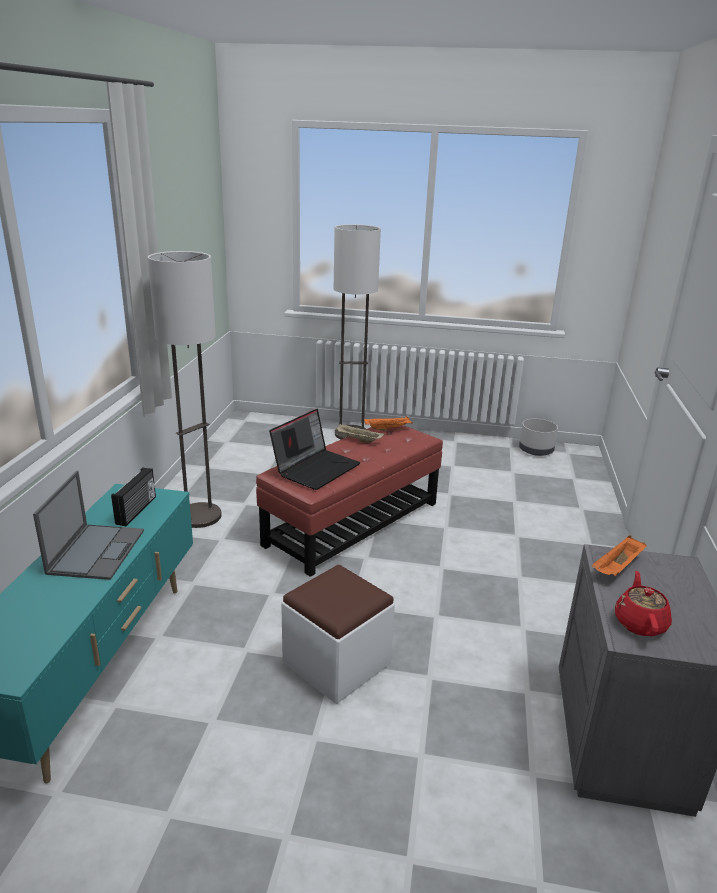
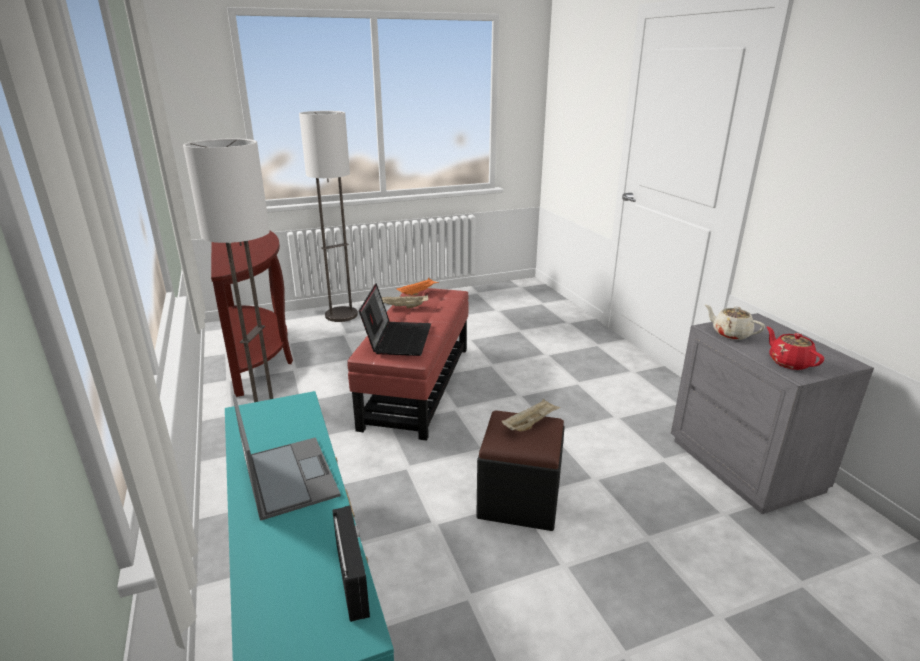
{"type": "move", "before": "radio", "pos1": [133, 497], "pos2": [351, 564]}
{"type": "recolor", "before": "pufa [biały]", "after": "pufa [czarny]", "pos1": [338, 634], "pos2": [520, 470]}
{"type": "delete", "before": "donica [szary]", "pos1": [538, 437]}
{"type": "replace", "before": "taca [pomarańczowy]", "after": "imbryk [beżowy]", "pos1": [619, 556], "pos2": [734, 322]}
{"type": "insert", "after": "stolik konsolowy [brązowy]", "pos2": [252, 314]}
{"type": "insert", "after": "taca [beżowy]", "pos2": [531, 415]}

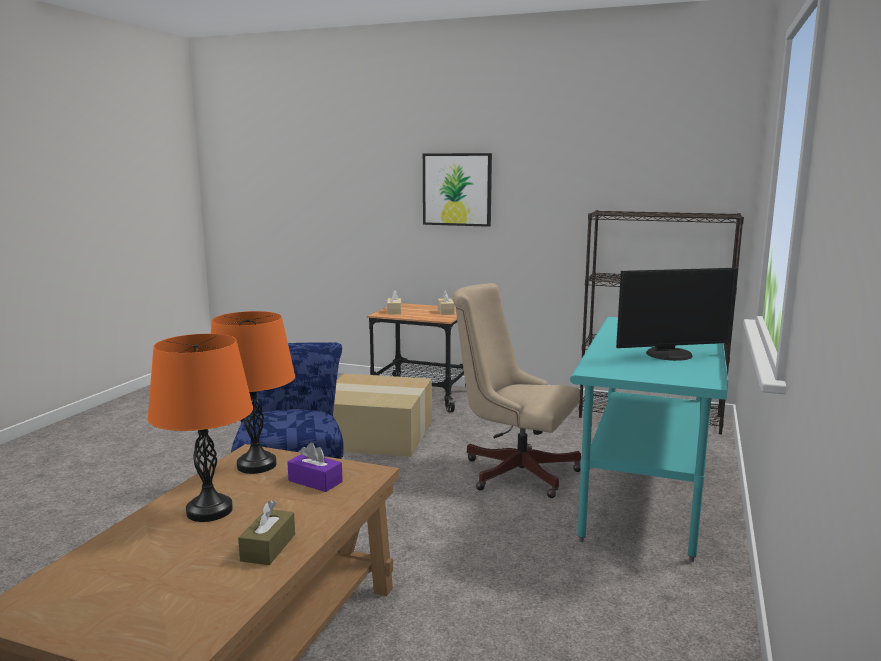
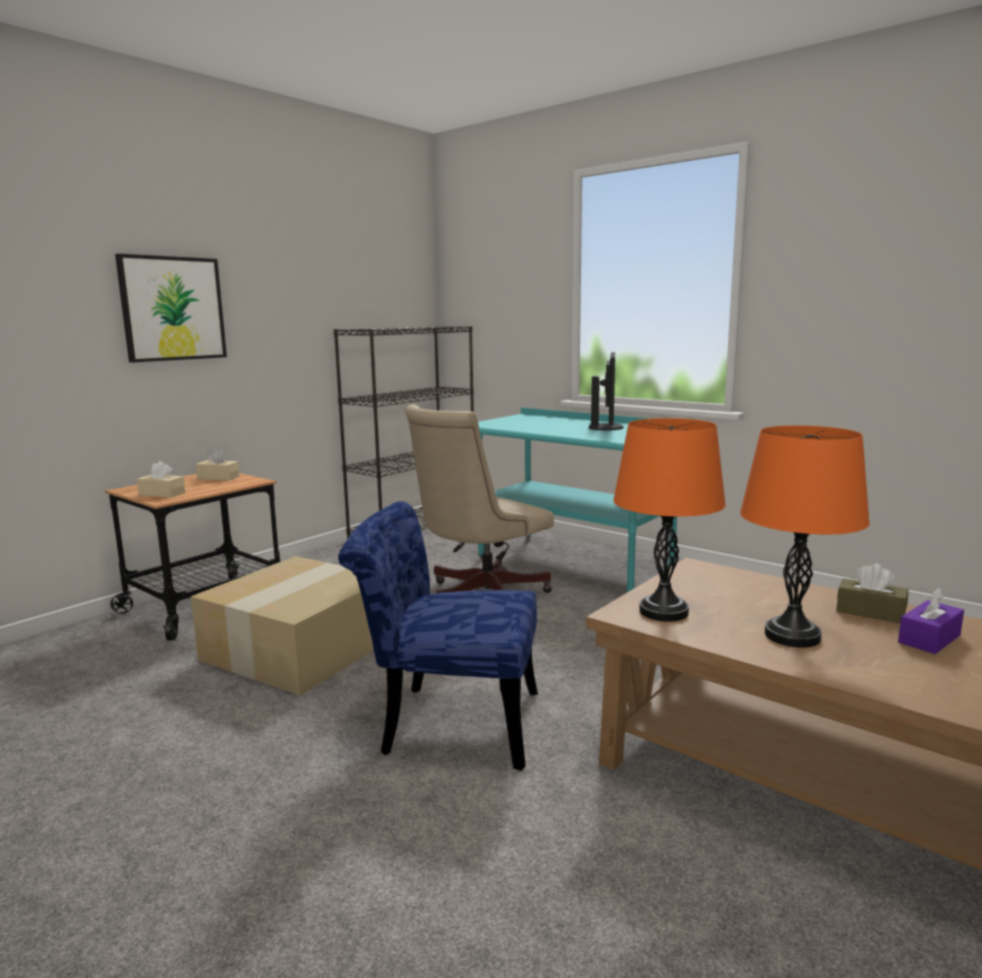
{"type": "move", "before": "pudełko chusteczek [fioletowy]", "pos1": [315, 467], "pos2": [931, 621]}

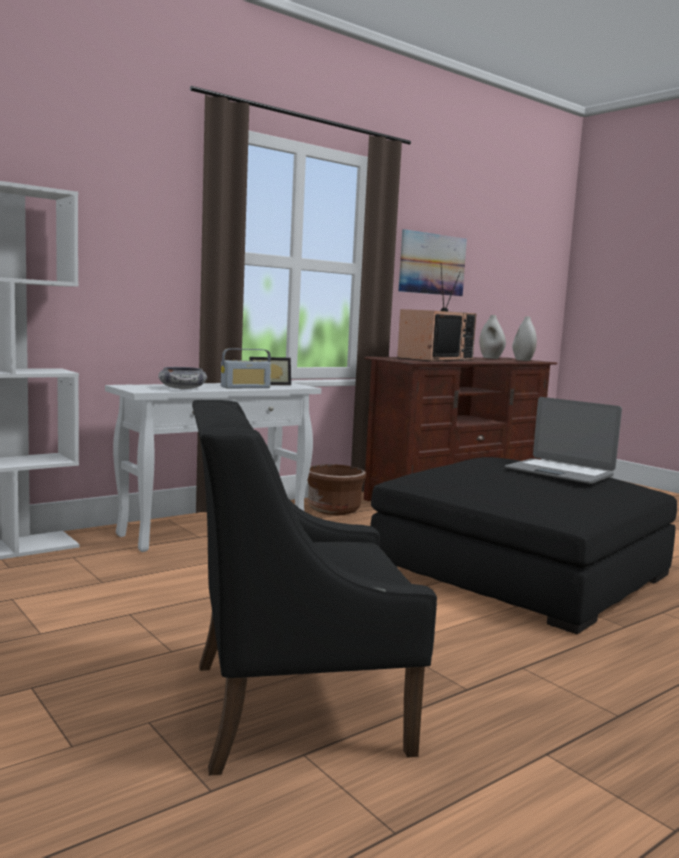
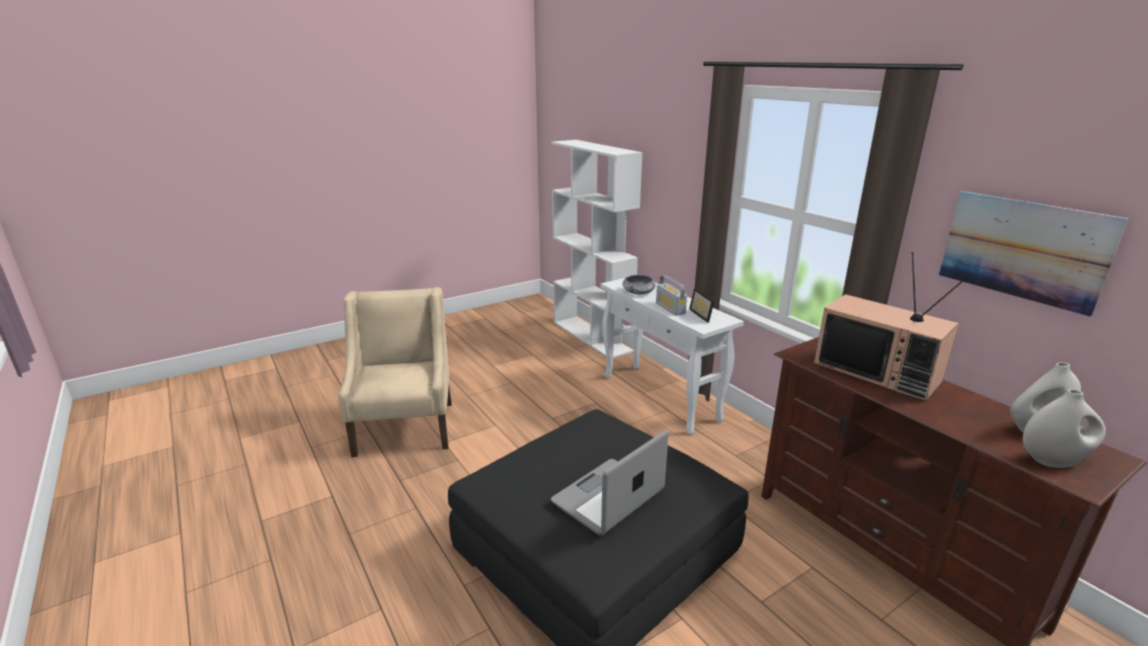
{"type": "recolor", "before": "fotel [czarny]", "after": "fotel [beżowy]", "pos1": [314, 588], "pos2": [395, 372]}
{"type": "delete", "before": "donica [brązowy]", "pos1": [336, 489]}

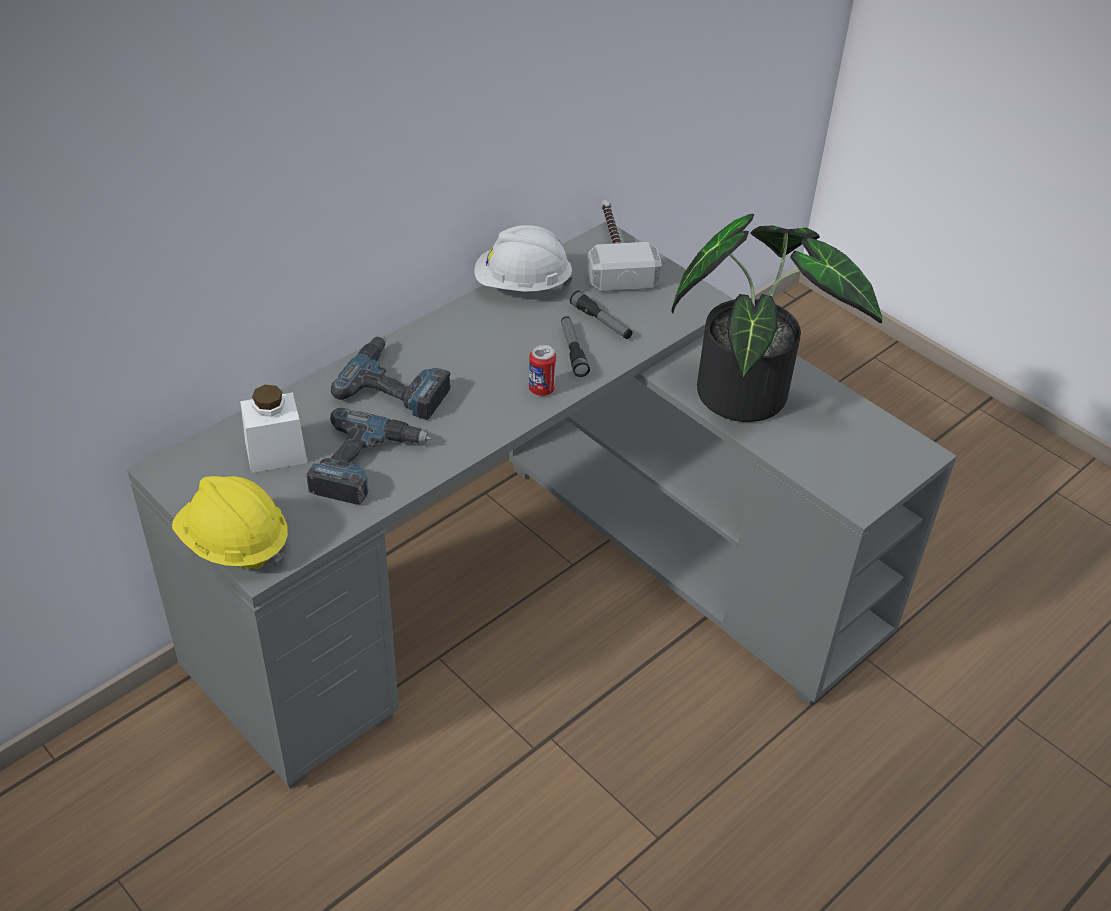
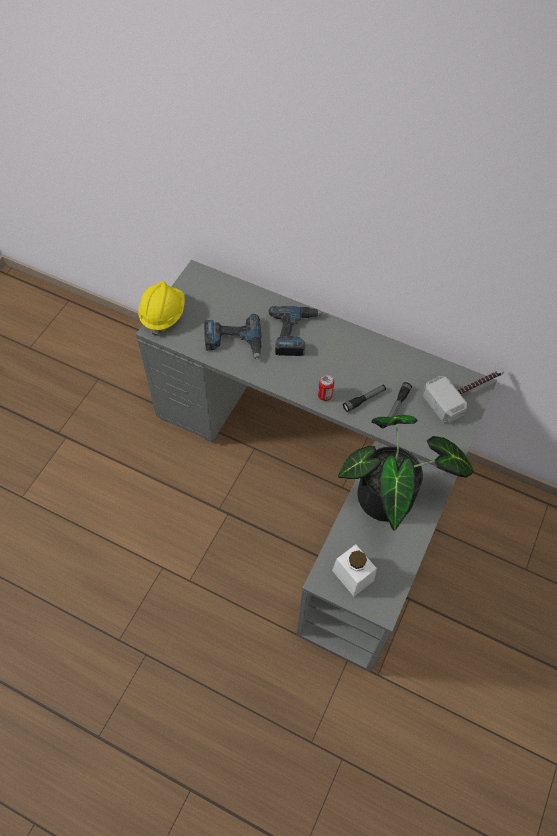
{"type": "move", "before": "słoik [biały]", "pos1": [274, 429], "pos2": [354, 570]}
{"type": "delete", "before": "kask [biały]", "pos1": [523, 258]}

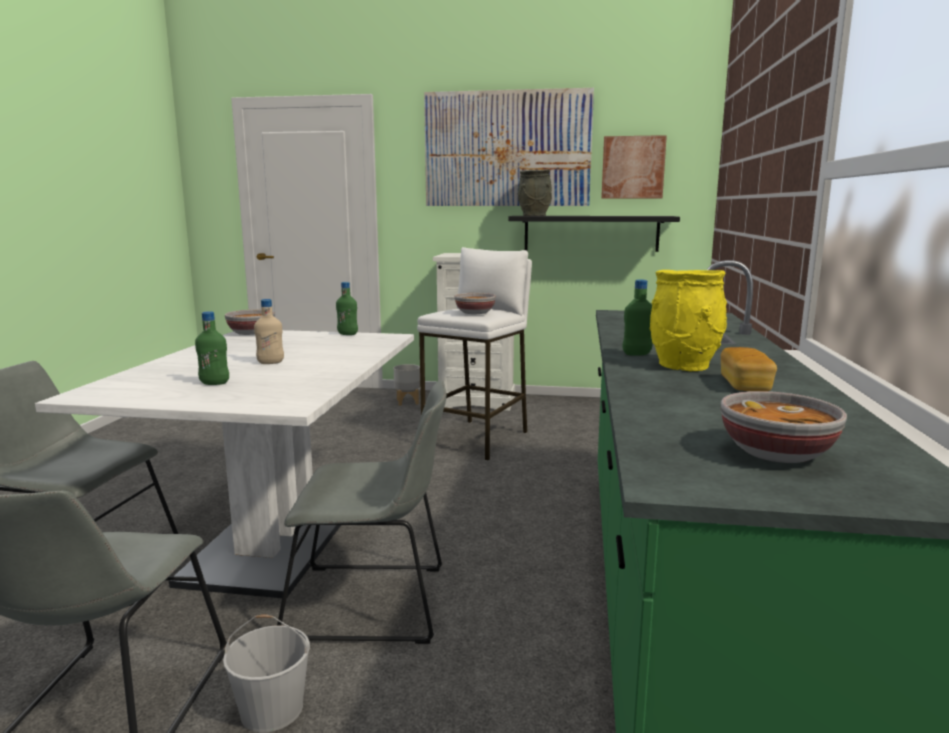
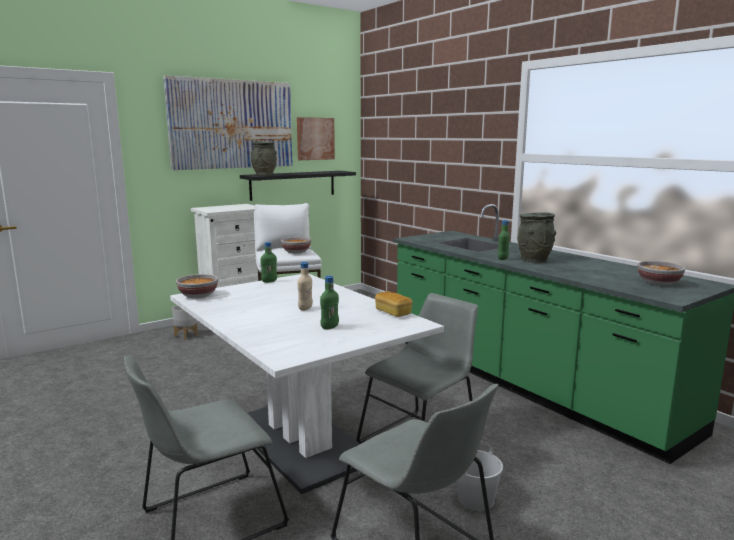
{"type": "recolor", "before": "wazon [żółty]", "after": "wazon [szary]", "pos1": [688, 320], "pos2": [536, 238]}
{"type": "move", "before": "chleb", "pos1": [749, 369], "pos2": [394, 304]}

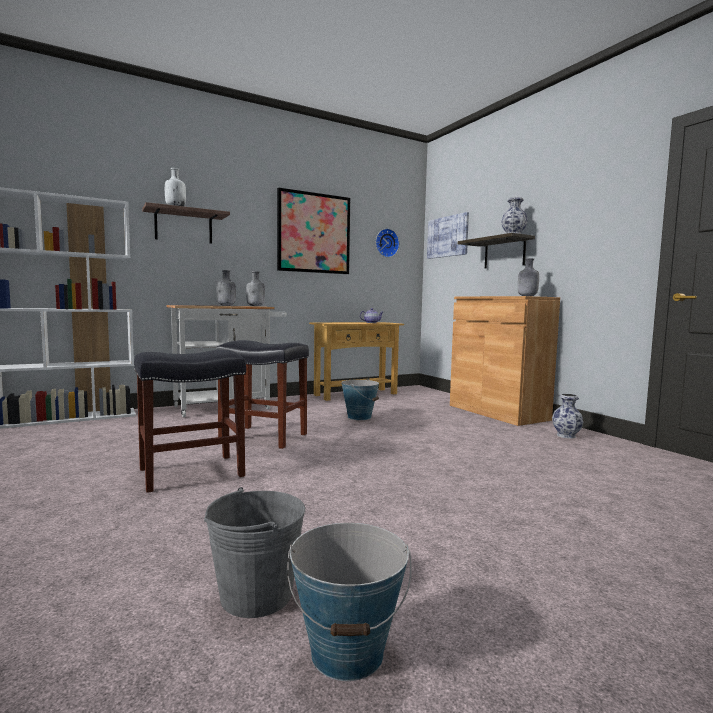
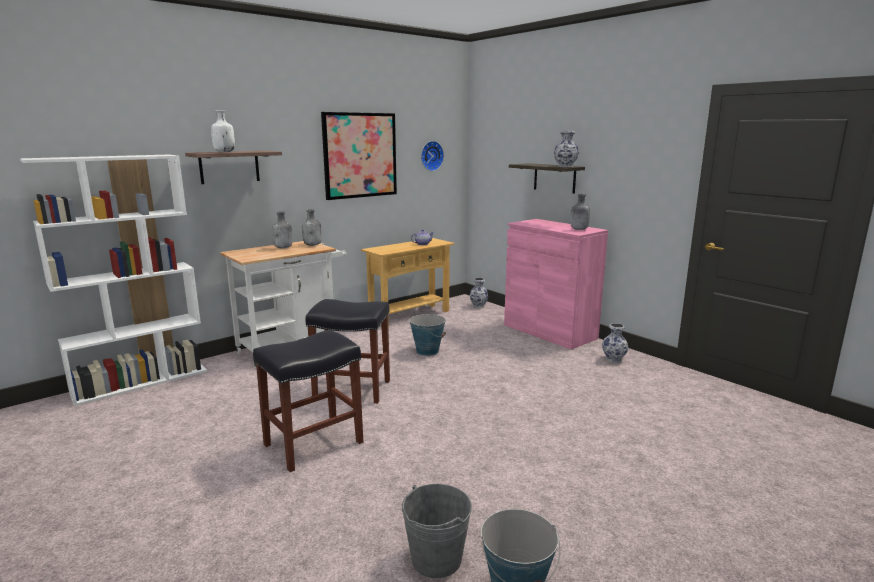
{"type": "delete", "before": "obraz", "pos1": [448, 235]}
{"type": "recolor", "before": "szafka [brązowy]", "after": "szafka [różowy]", "pos1": [505, 361], "pos2": [556, 284]}
{"type": "insert", "after": "wazon", "pos2": [479, 293]}

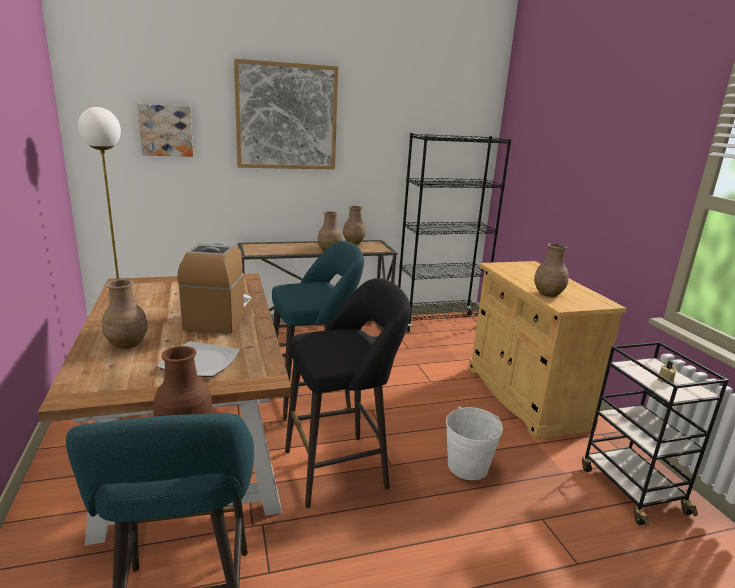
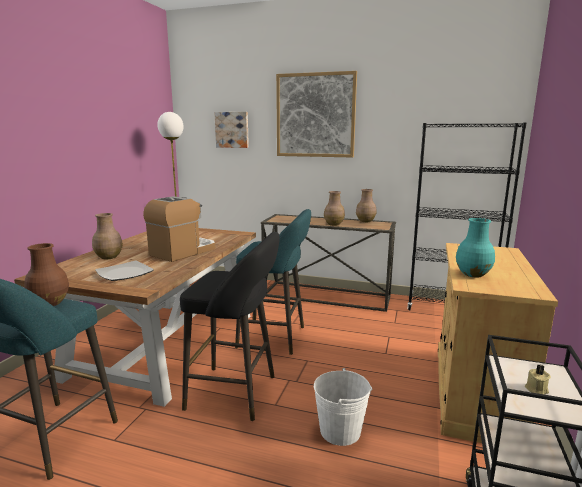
{"type": "recolor", "before": "wazon [brązowy]", "after": "wazon [turkusowy]", "pos1": [551, 270], "pos2": [475, 248]}

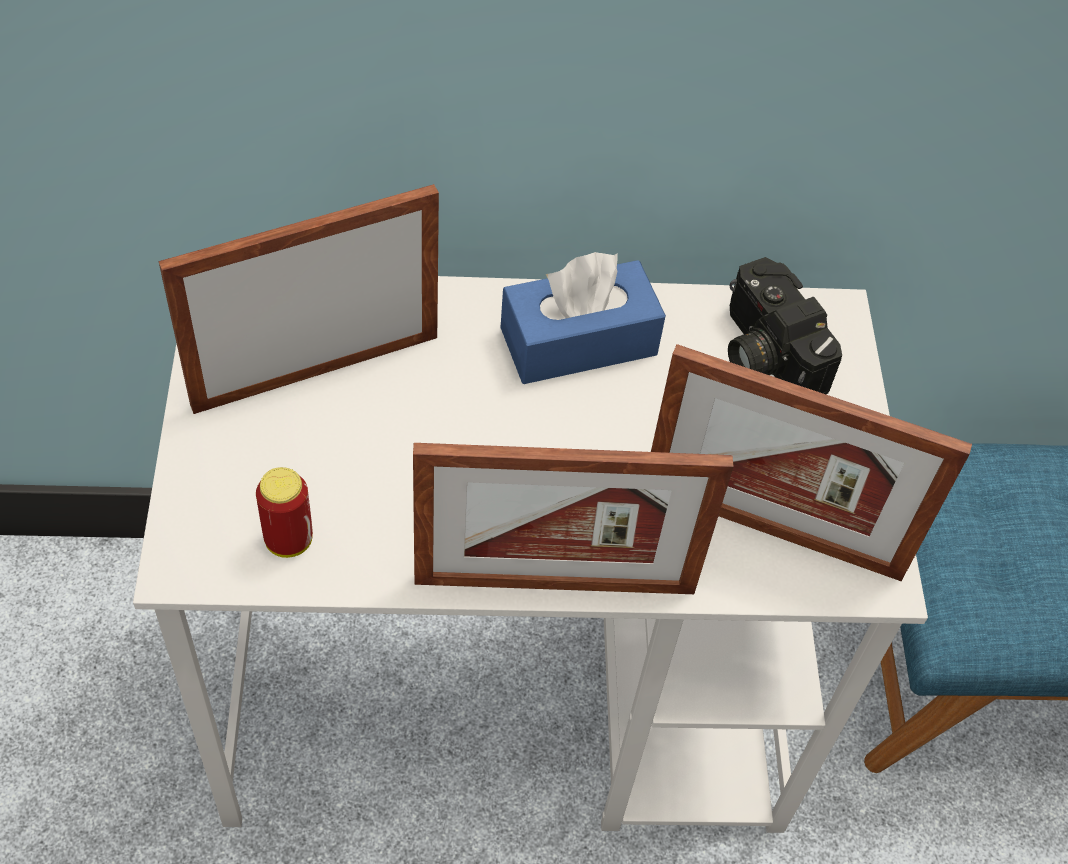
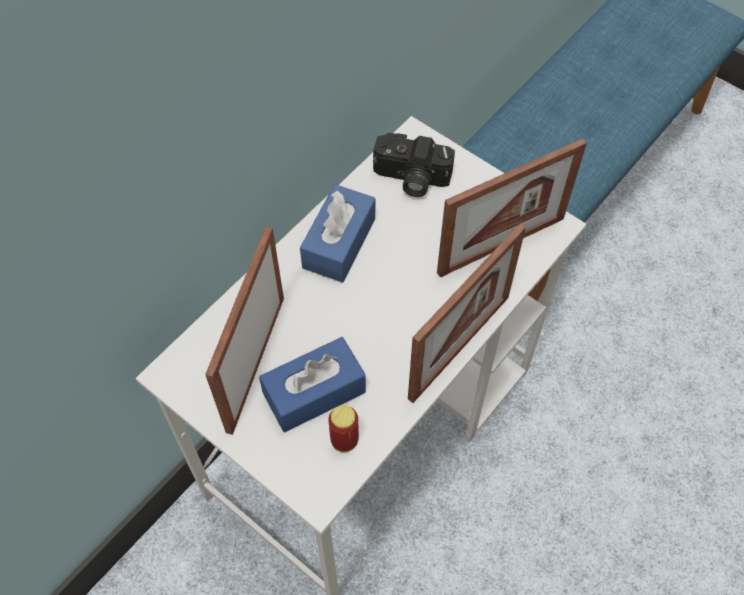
{"type": "insert", "after": "pudełko chusteczek [niebieski]", "pos2": [312, 384]}

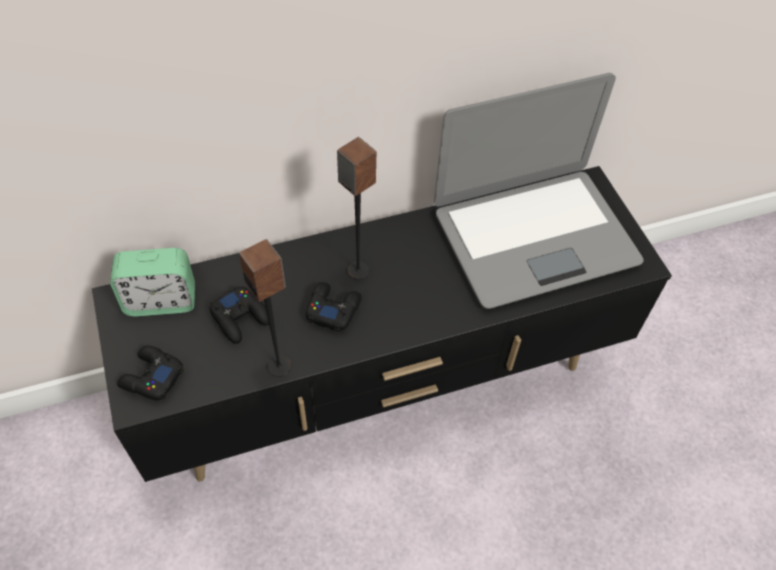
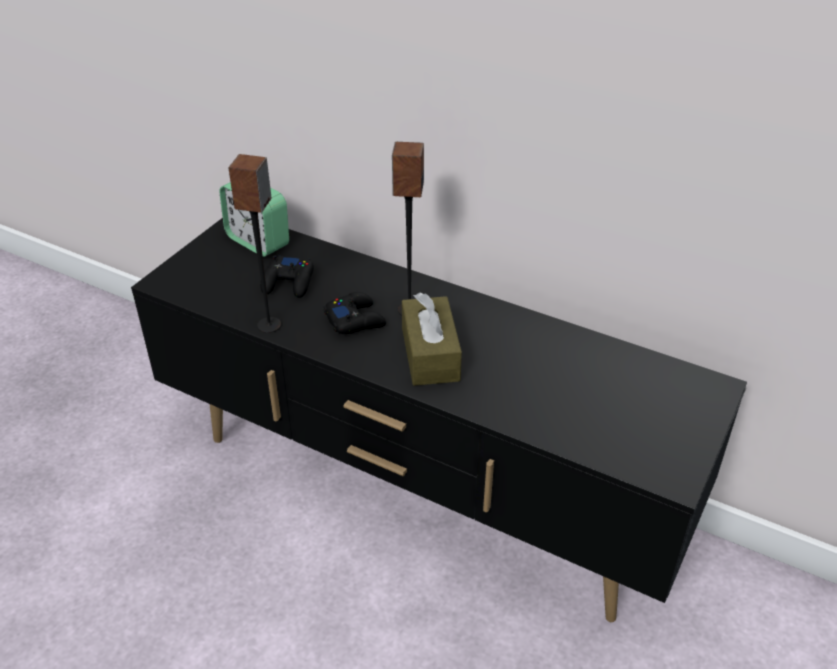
{"type": "delete", "before": "pad do gier [czarny]", "pos1": [150, 373]}
{"type": "delete", "before": "laptop", "pos1": [539, 191]}
{"type": "insert", "after": "pudełko chusteczek [brązowy]", "pos2": [432, 339]}

